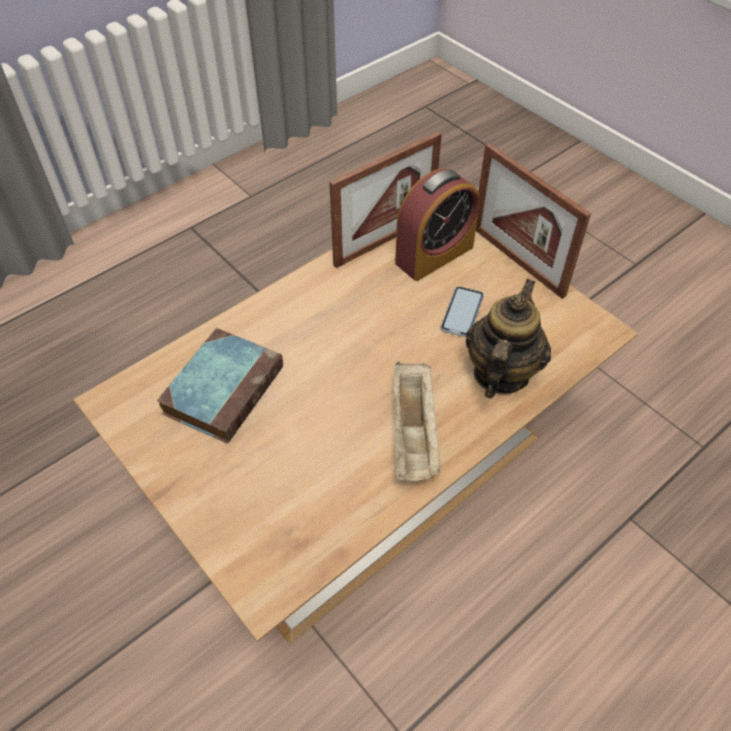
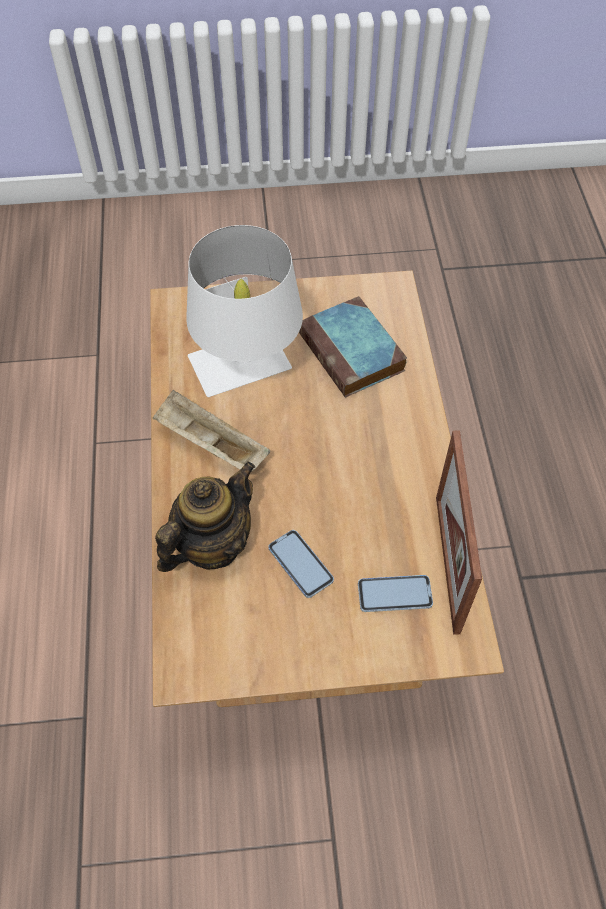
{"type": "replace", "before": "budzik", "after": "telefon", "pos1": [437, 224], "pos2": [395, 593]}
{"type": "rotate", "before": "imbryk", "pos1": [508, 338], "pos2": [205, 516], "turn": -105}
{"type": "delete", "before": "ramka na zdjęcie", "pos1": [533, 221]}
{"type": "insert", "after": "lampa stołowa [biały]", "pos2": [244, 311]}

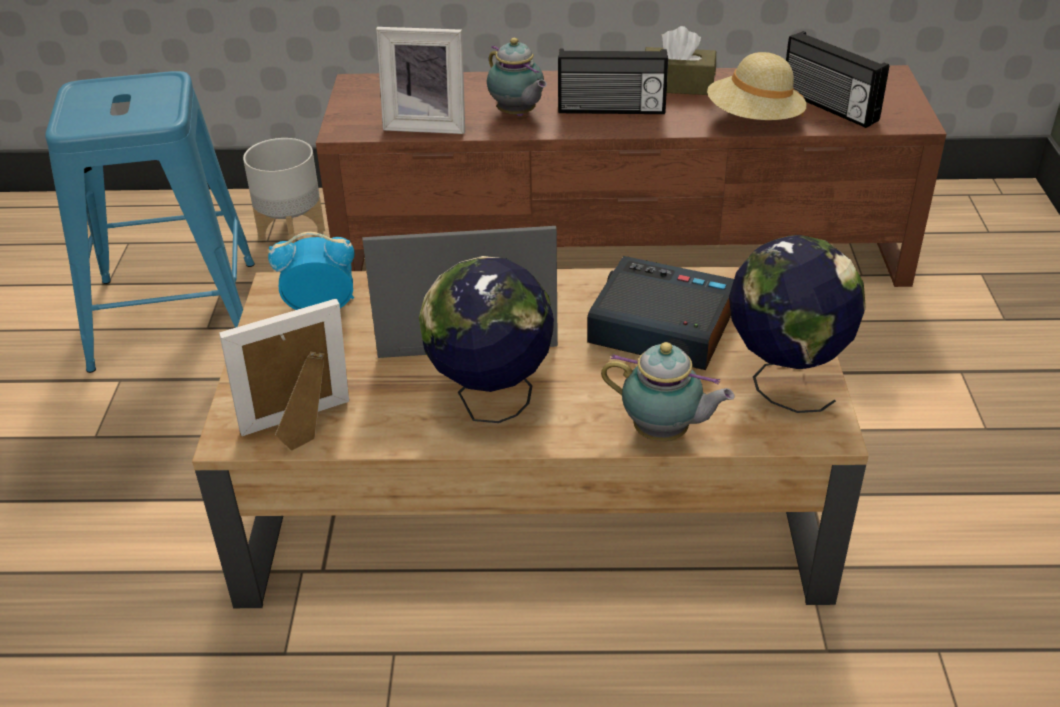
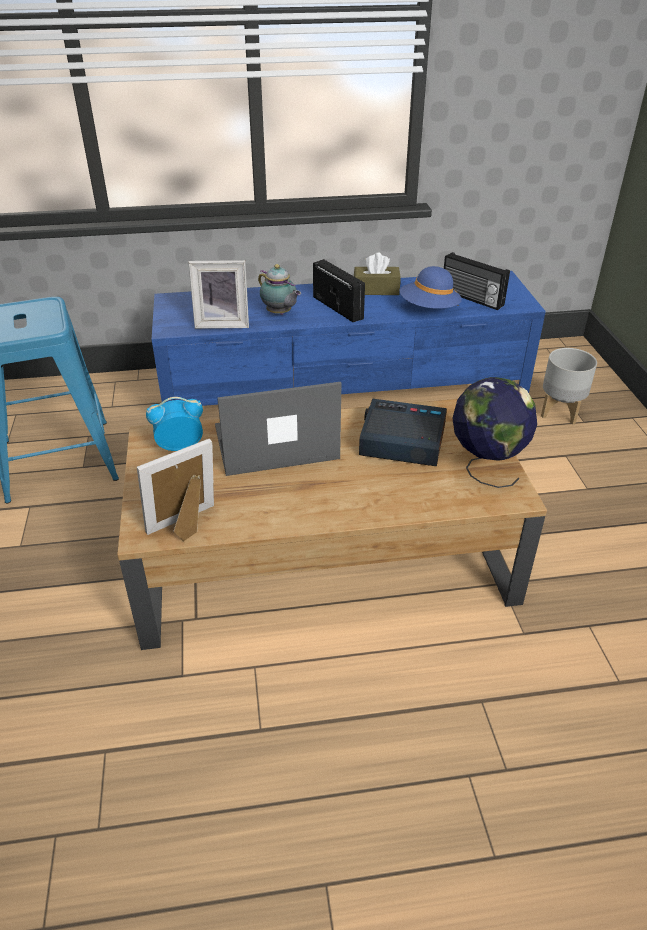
{"type": "move", "before": "donica [szary]", "pos1": [284, 190], "pos2": [569, 386]}
{"type": "recolor", "before": "szafka pod telewizor [brązowy]", "after": "szafka pod telewizor [niebieski]", "pos1": [631, 176], "pos2": [349, 338]}
{"type": "delete", "before": "globus", "pos1": [486, 339]}
{"type": "rotate", "before": "radio", "pos1": [613, 81], "pos2": [339, 290], "turn": -120}
{"type": "delete", "before": "imbryk", "pos1": [668, 391]}
{"type": "recolor", "before": "kapelusz [beżowy]", "after": "kapelusz [niebieski]", "pos1": [757, 86], "pos2": [431, 287]}

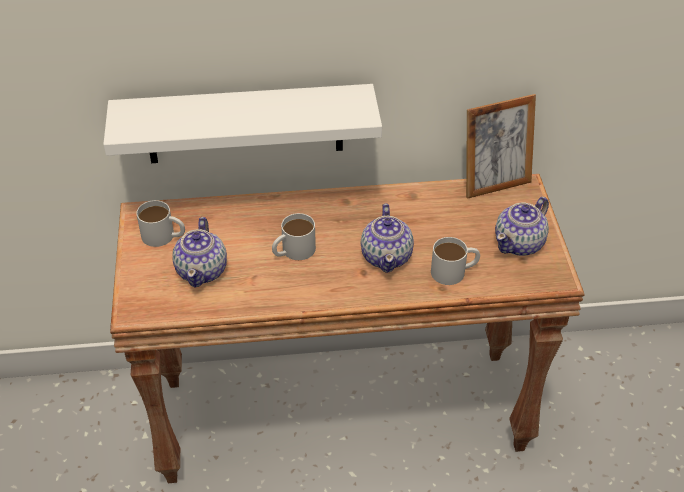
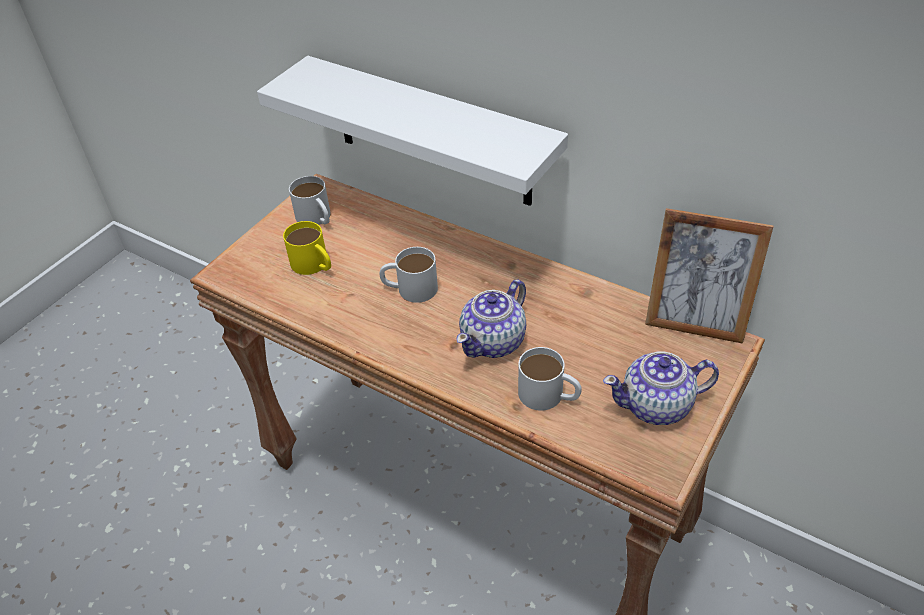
{"type": "replace", "before": "imbryk", "after": "kubek [żółty]", "pos1": [199, 252], "pos2": [307, 248]}

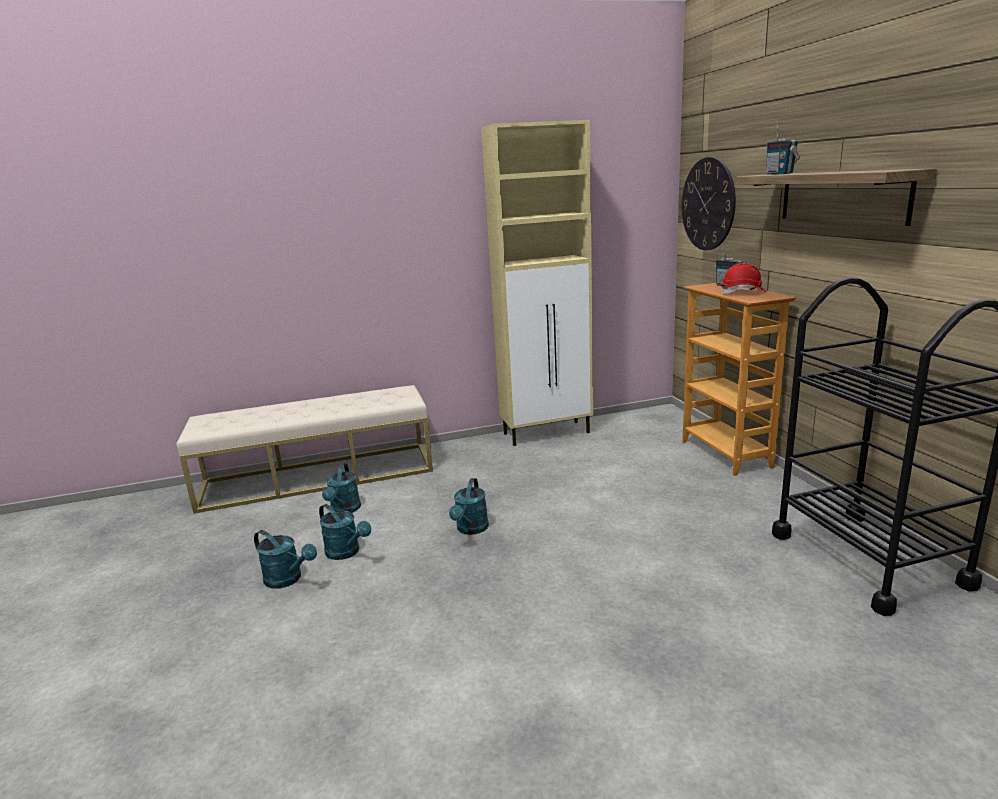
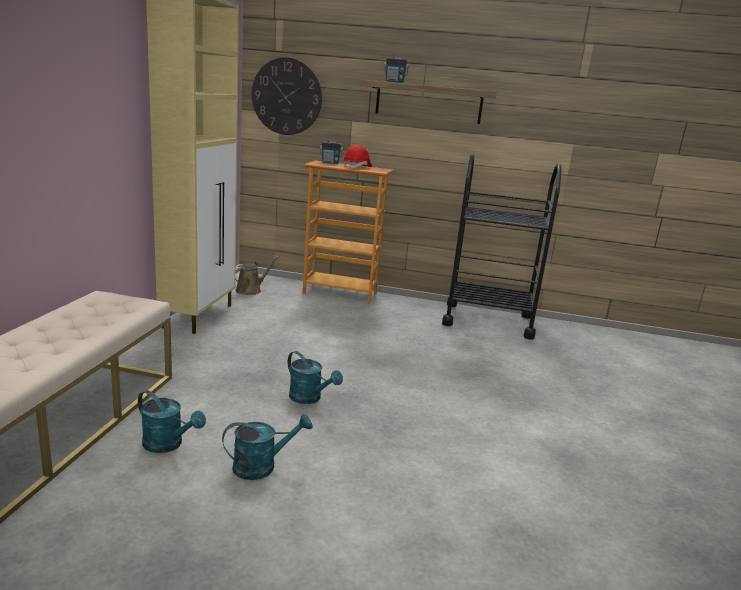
{"type": "delete", "before": "konewka [turkusowy]", "pos1": [285, 559]}
{"type": "insert", "after": "konewka [brązowy]", "pos2": [257, 275]}

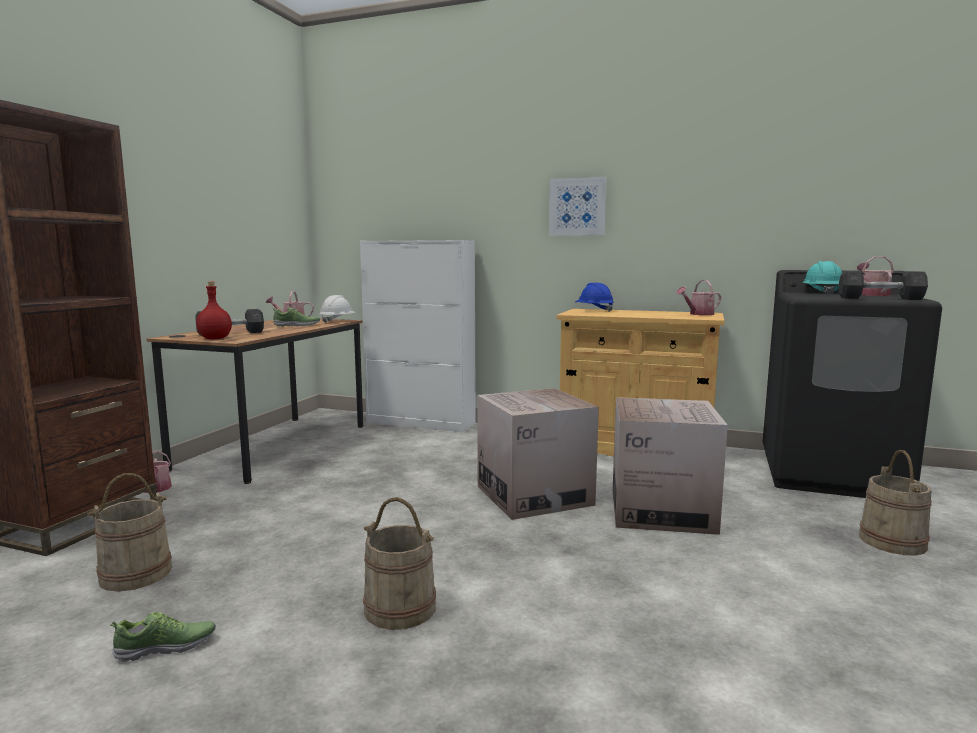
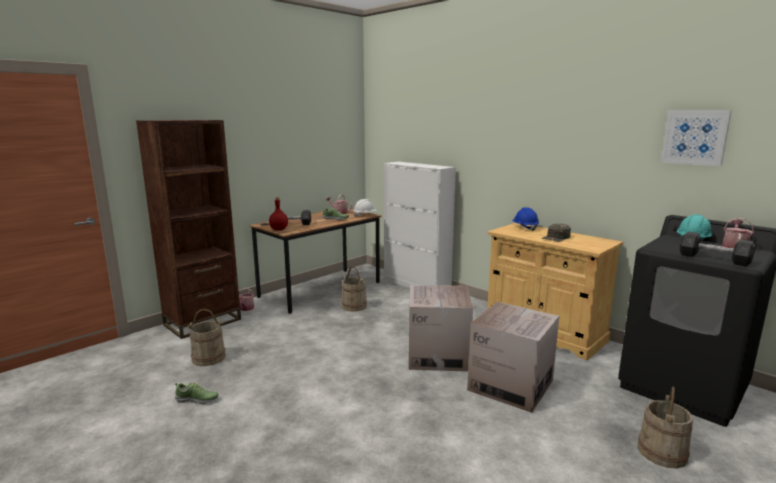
{"type": "move", "before": "wiadro [beżowy]", "pos1": [399, 563], "pos2": [354, 289]}
{"type": "move", "before": "obraz", "pos1": [577, 206], "pos2": [696, 138]}
{"type": "delete", "before": "konewka", "pos1": [698, 297]}
{"type": "insert", "after": "czapka z daszkiem [zielony]", "pos2": [556, 233]}

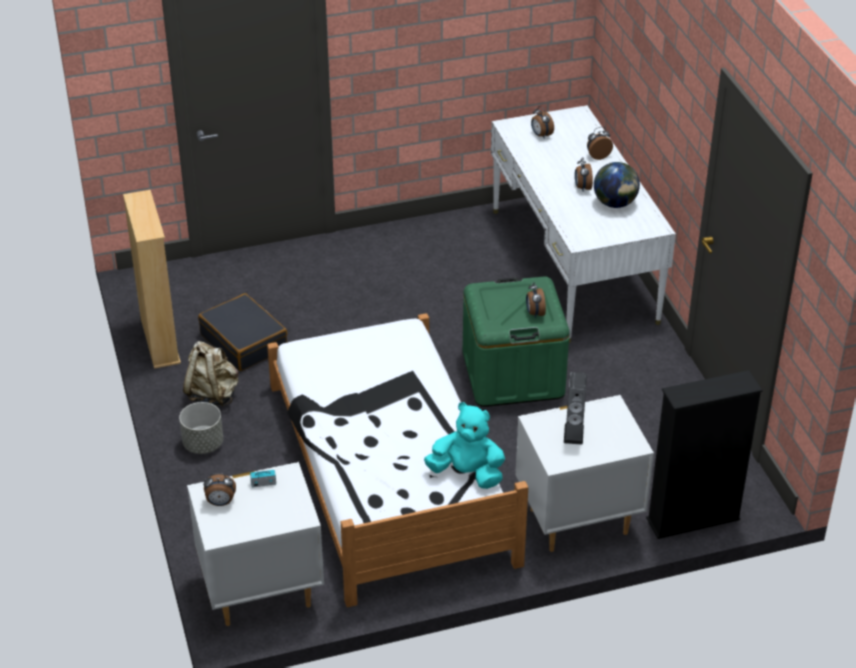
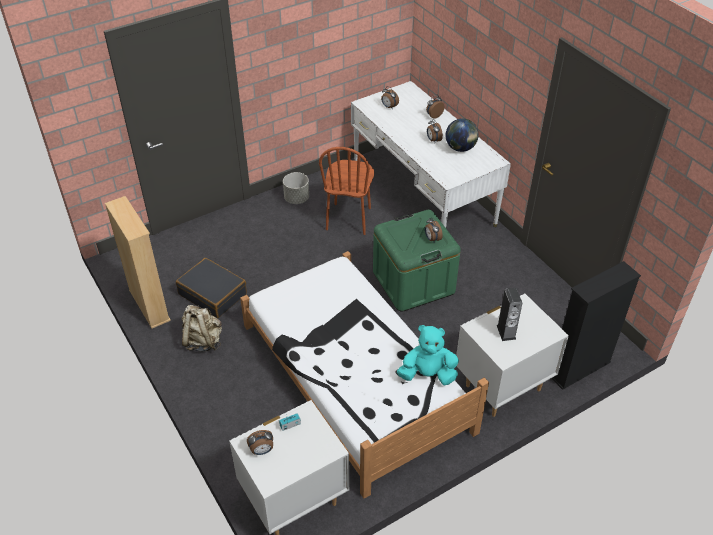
{"type": "move", "before": "donica [szary]", "pos1": [201, 428], "pos2": [296, 188]}
{"type": "insert", "after": "krzesło [brązowy]", "pos2": [346, 191]}

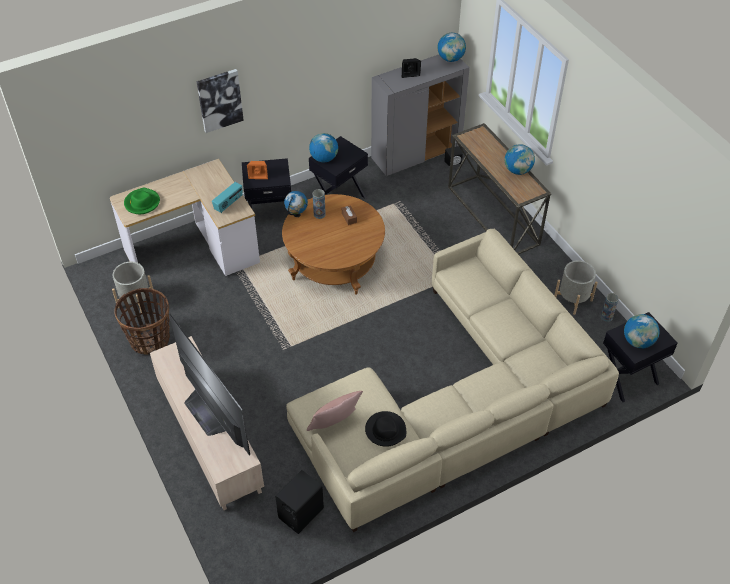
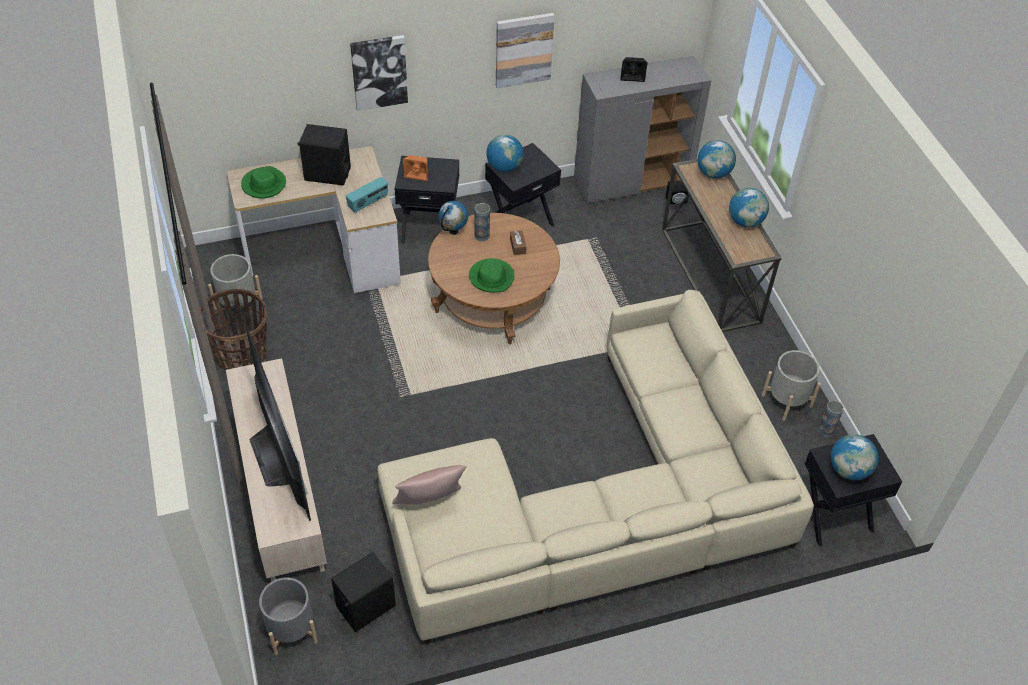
{"type": "delete", "before": "kapelusz [czarny]", "pos1": [385, 429]}
{"type": "move", "before": "globus", "pos1": [451, 47], "pos2": [717, 159]}
{"type": "insert", "after": "donica [szary]", "pos2": [288, 616]}
{"type": "insert", "after": "głośnik [czarny]", "pos2": [324, 155]}
{"type": "insert", "after": "kapelusz [zielony]", "pos2": [492, 275]}
{"type": "insert", "after": "obraz", "pos2": [525, 50]}

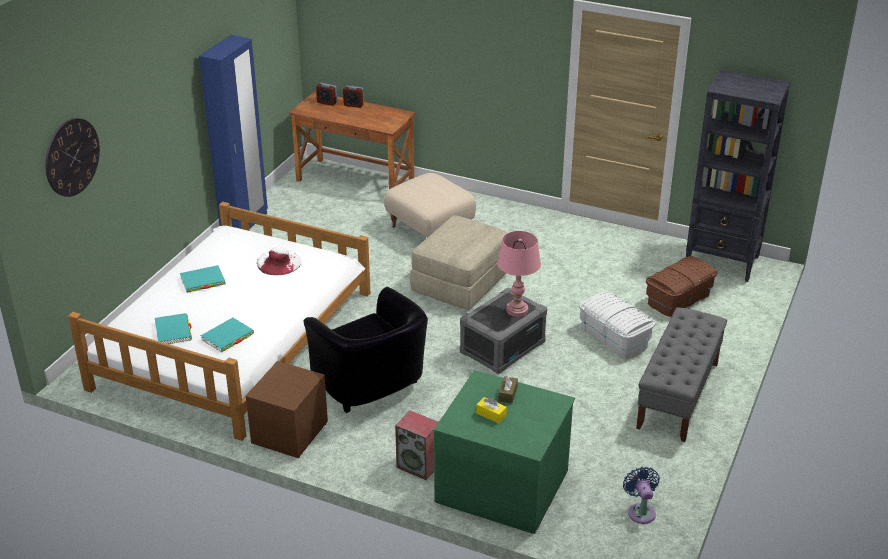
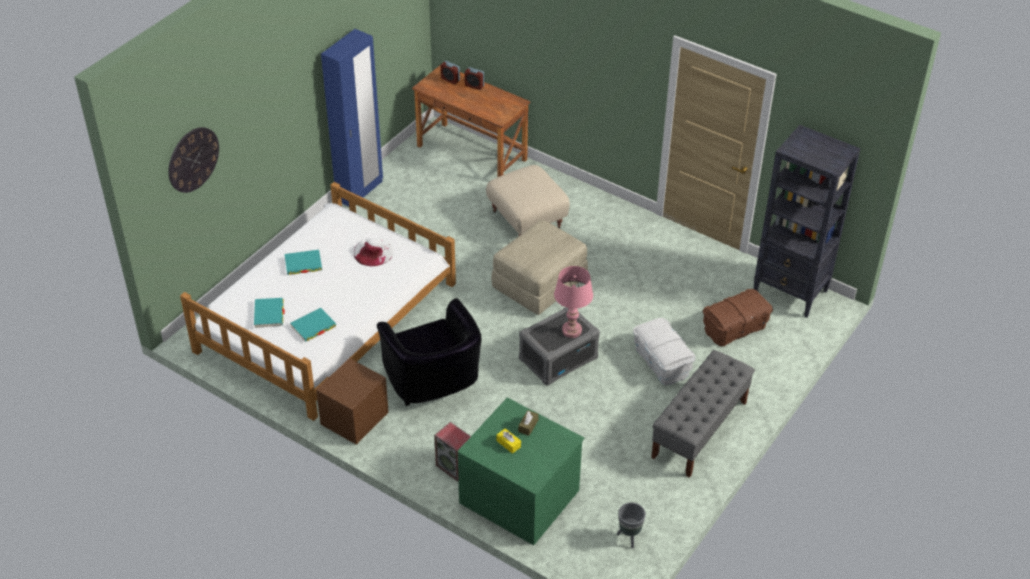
{"type": "replace", "before": "wentylator [niebieski]", "after": "donica [szary]", "pos1": [641, 495], "pos2": [631, 525]}

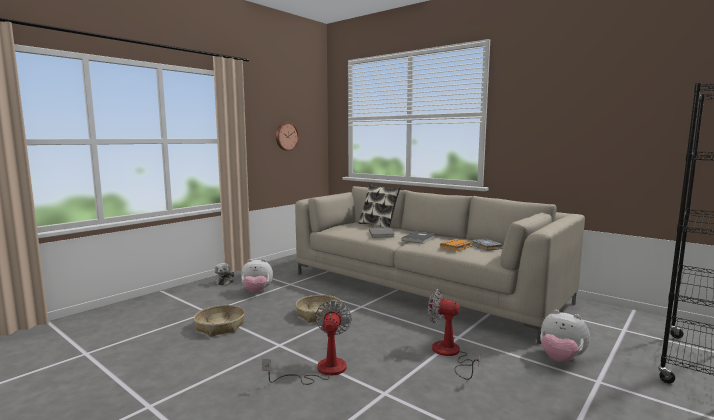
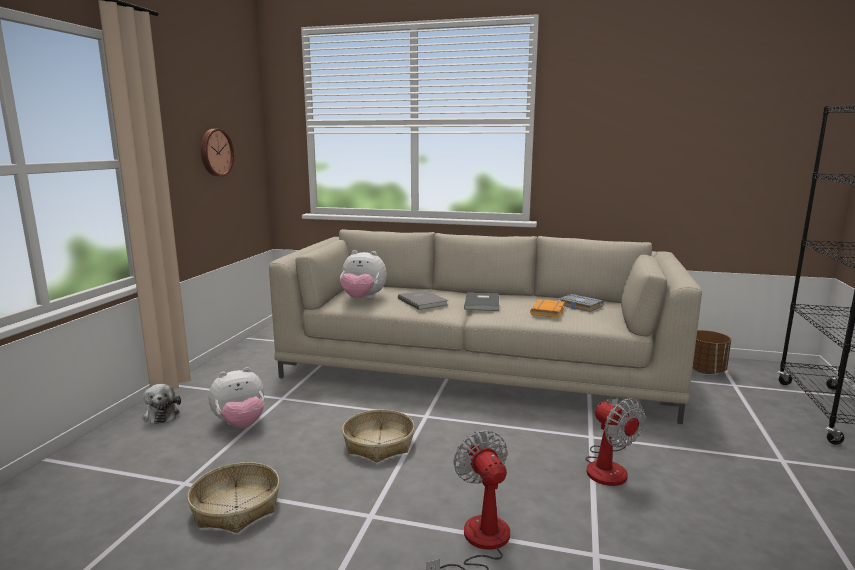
{"type": "delete", "before": "poduszka", "pos1": [380, 205]}
{"type": "rotate", "before": "wentylator", "pos1": [454, 334], "pos2": [615, 442], "turn": -120}
{"type": "move", "before": "pluszak", "pos1": [565, 336], "pos2": [363, 274]}
{"type": "insert", "after": "donica [brązowy]", "pos2": [711, 352]}

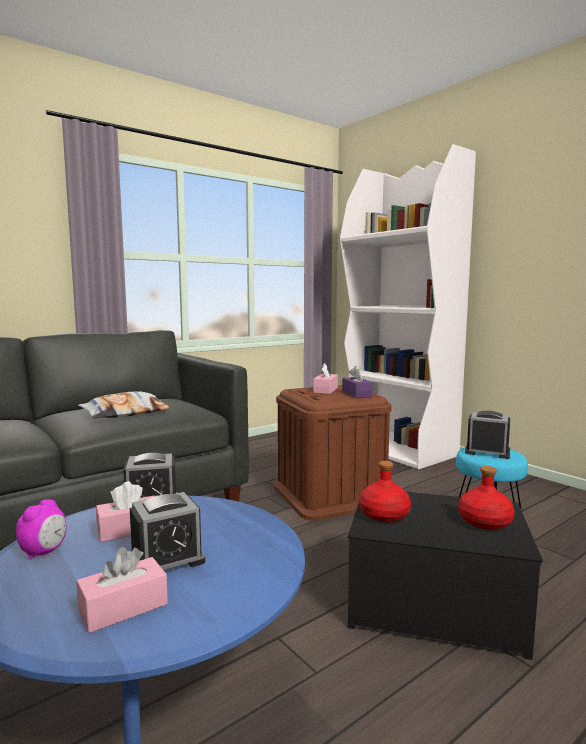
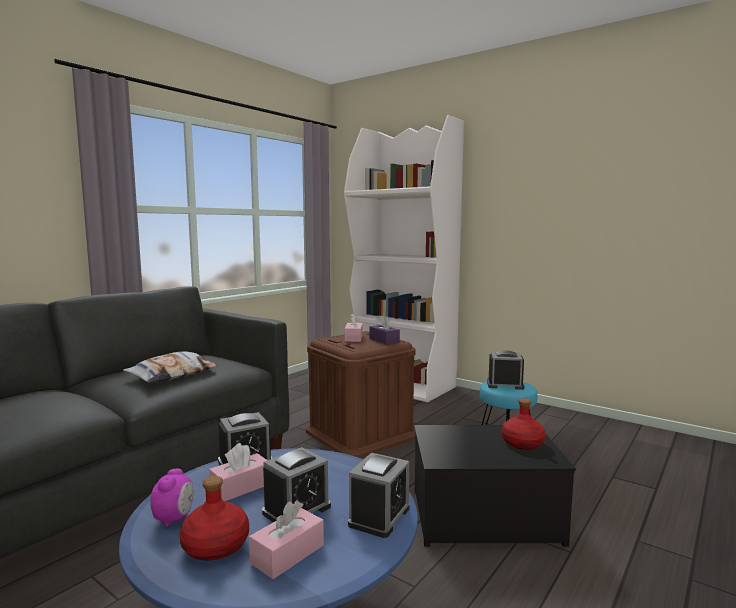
{"type": "move", "before": "butelka [czerwony]", "pos1": [385, 491], "pos2": [214, 518]}
{"type": "insert", "after": "budzik", "pos2": [379, 495]}

